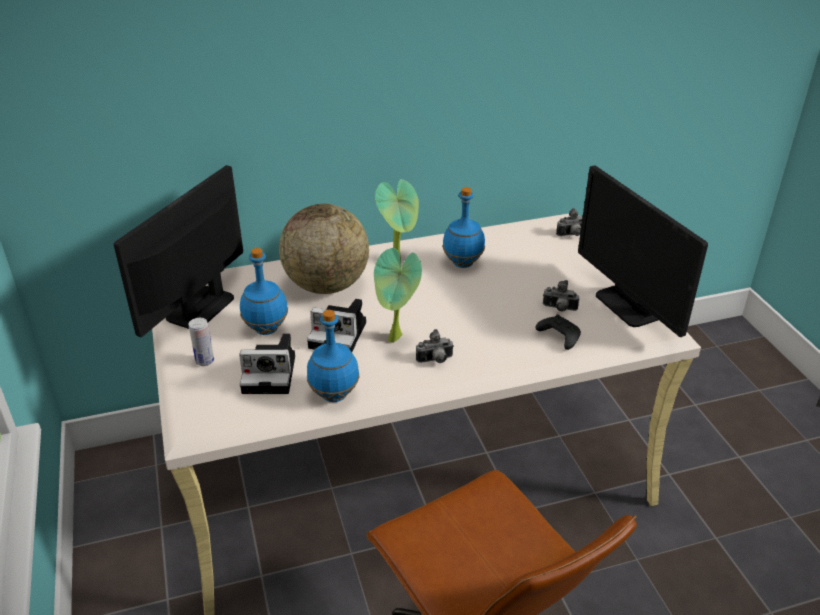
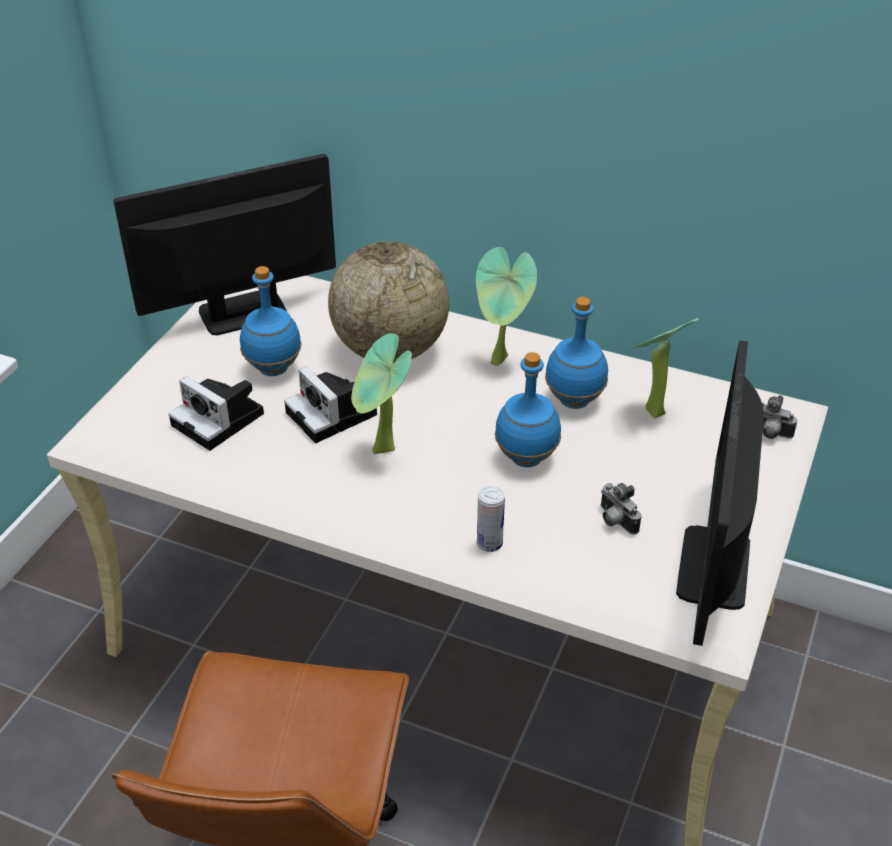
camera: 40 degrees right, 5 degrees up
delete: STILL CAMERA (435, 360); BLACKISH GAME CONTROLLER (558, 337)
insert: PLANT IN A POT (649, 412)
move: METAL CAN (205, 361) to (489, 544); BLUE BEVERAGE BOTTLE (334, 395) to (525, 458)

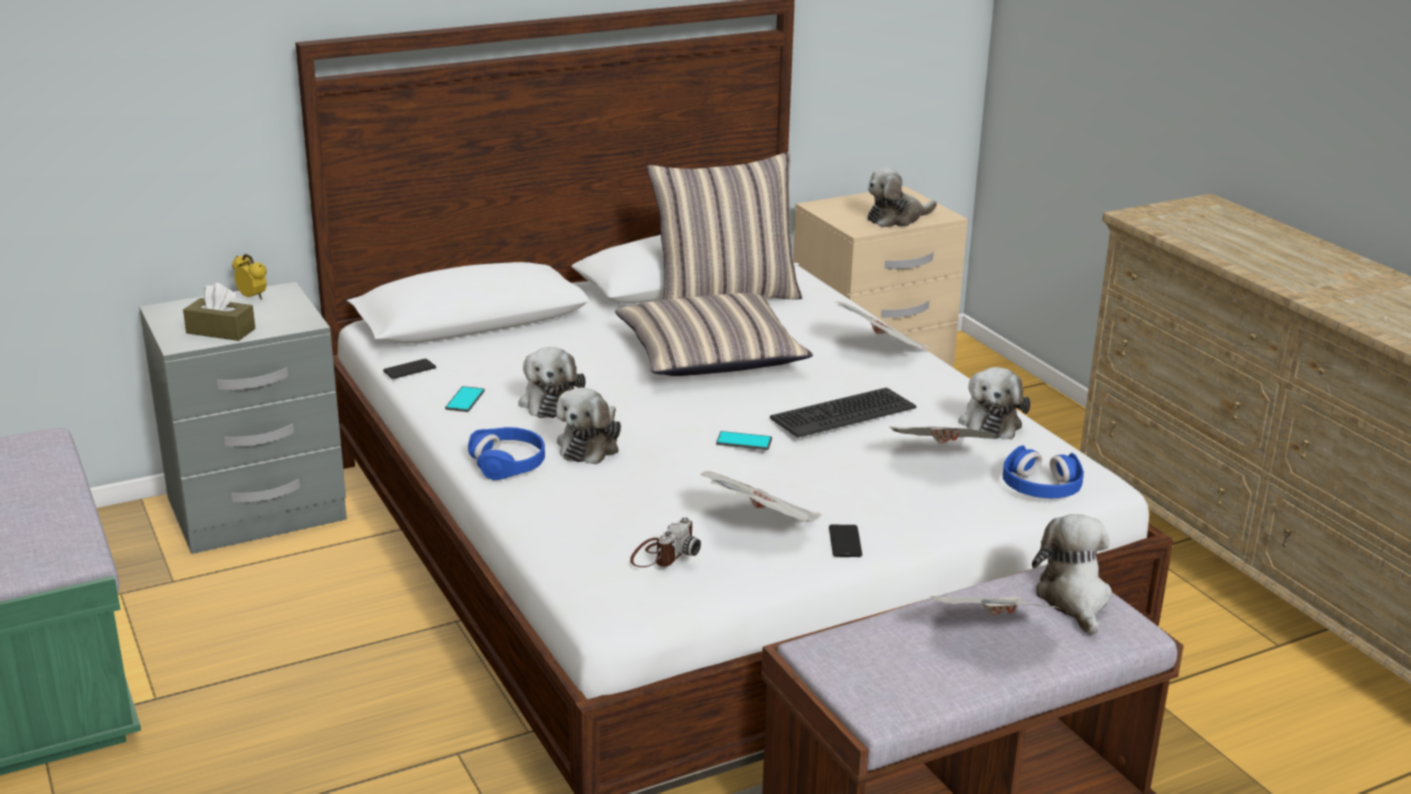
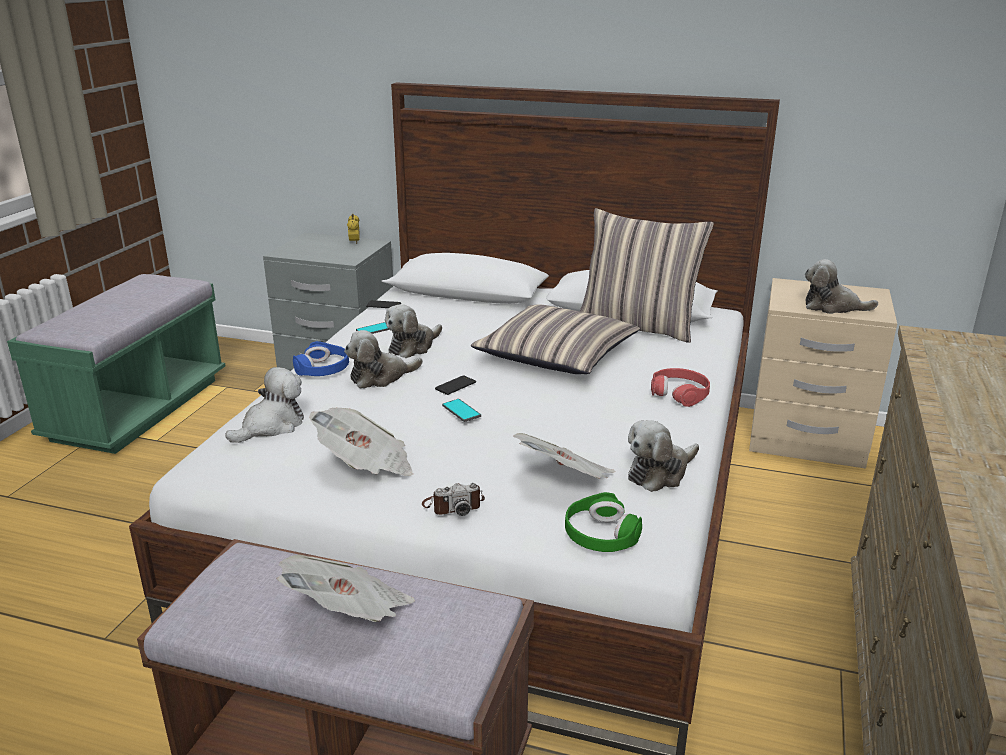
camera: 45 degrees right, 0 degrees up
delete: BROWN-COLOURED TISSUE HOLDER (221, 331); KEYBOARD (842, 413)
move: STILL CAMERA (663, 554) to (453, 505); TELEPHONE (845, 541) to (455, 386); SOFT TOY (1074, 599) to (272, 426)
replace: NEWSPAPER (882, 350) to REDDISH HEADPHONES (679, 393)
recolor: BLUE HEADPHONES (1041, 486) to GREEN-COLOURED HEADPHONES (600, 535)

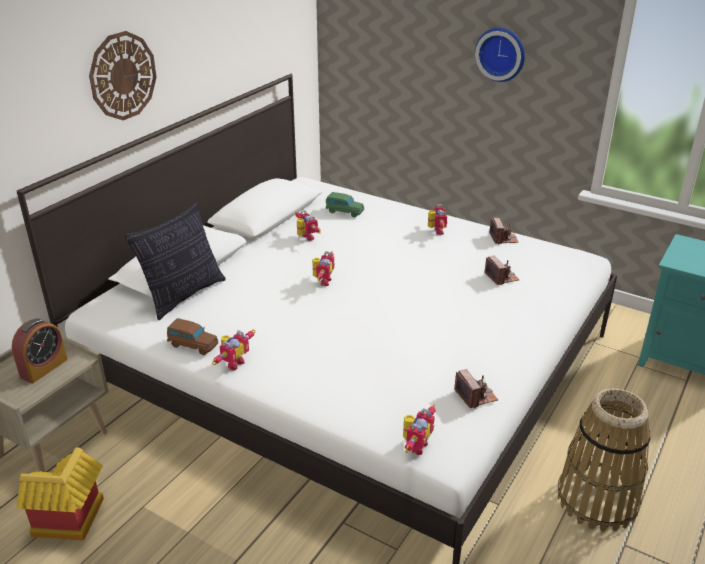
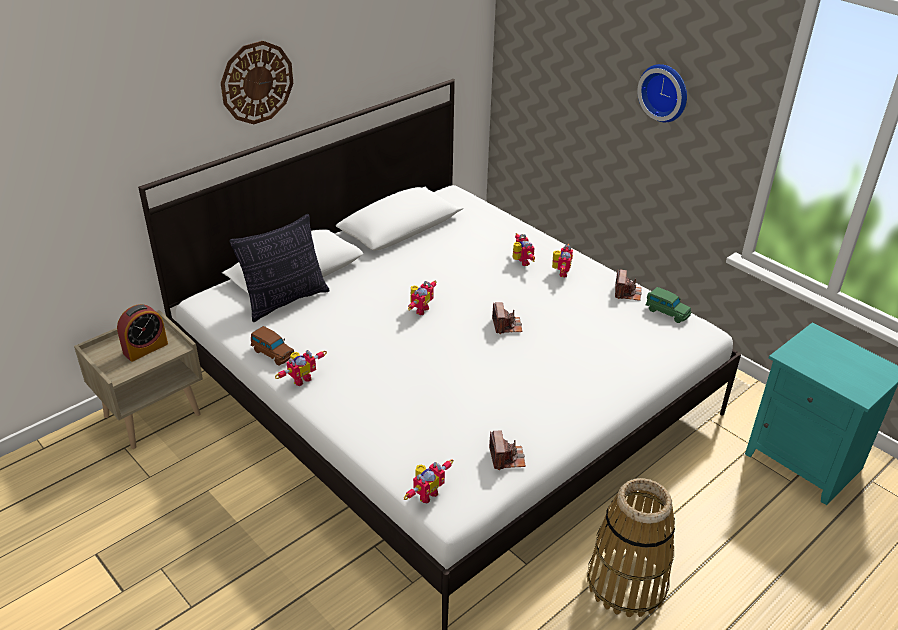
camera: 15 degrees right, 5 degrees up
delete: MODEL HOUSE (70, 523)
move: MODEL ROBOT (305, 238) to (521, 262); GREEN-COLOURED TOY CAR (344, 212) to (666, 312); STILL CAMERA (501, 277) to (506, 326)

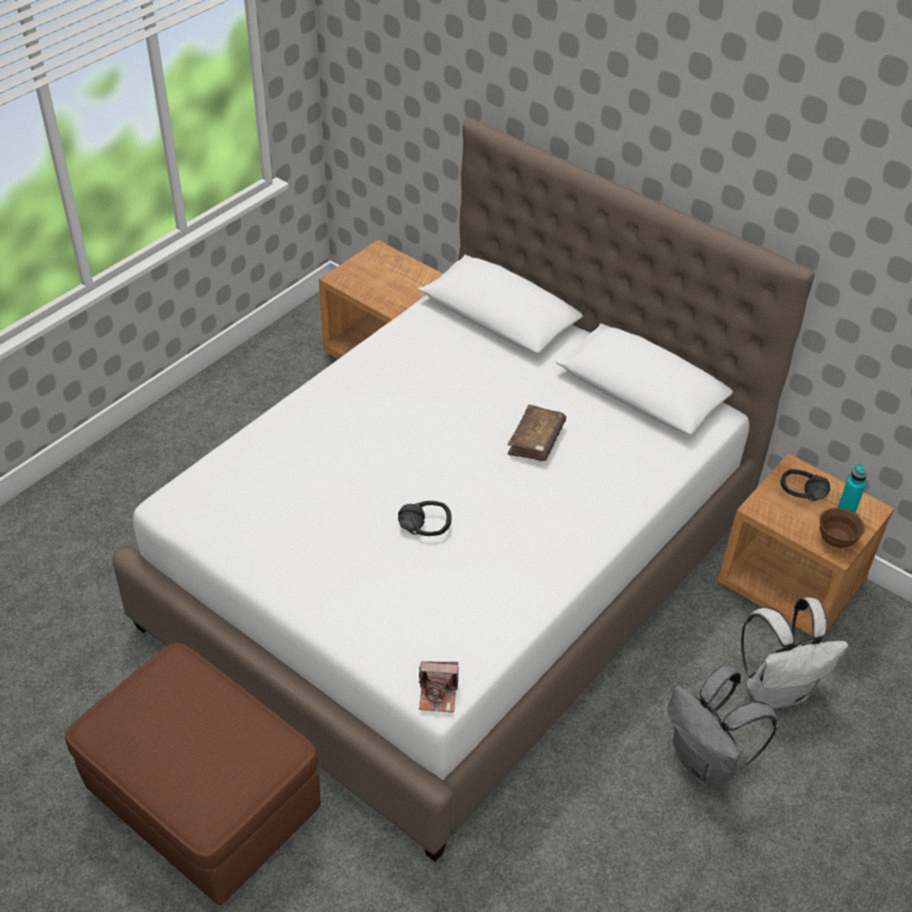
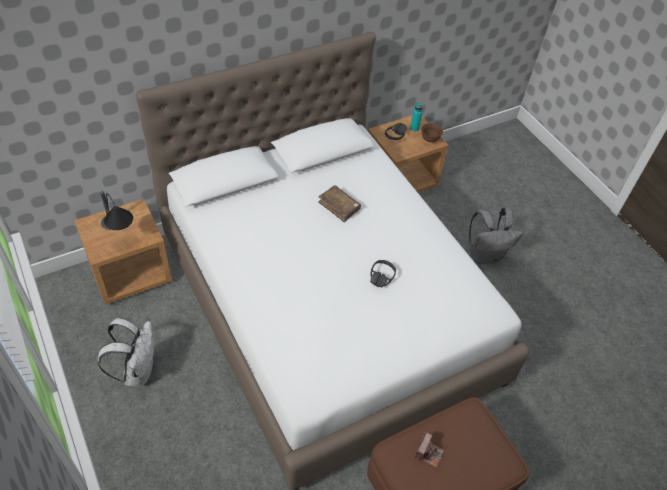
camera: 70 degrees left, 5 degrees up
insert: LAMP FOR A TABLE (119, 234)
move: STILL CAMERA (438, 694) to (428, 453); WHITE BACKPACK (778, 689) to (138, 371)

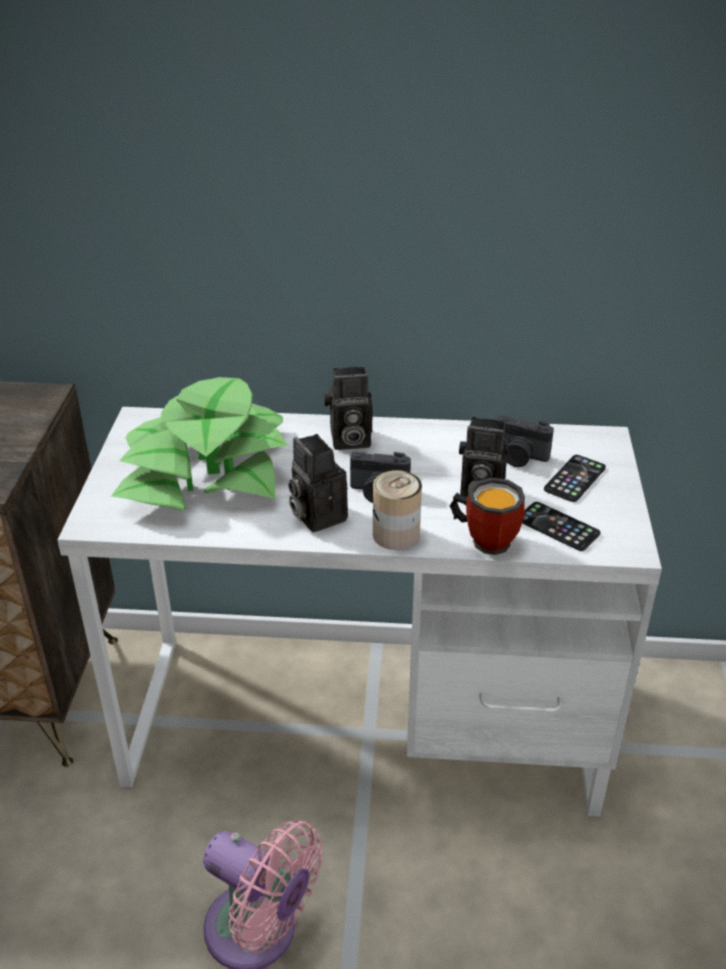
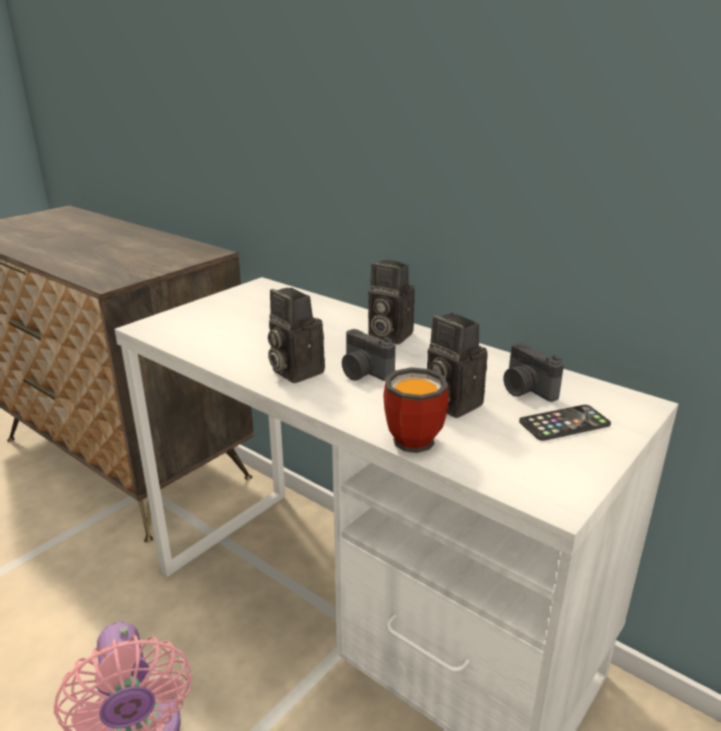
camera: 35 degrees right, 10 degrees down
delete: PLANT IN A POT (205, 470); METAL CAN (396, 535); TELEPHONE (558, 527)
rotate: STILL CAMERA (316, 515) = (293, 371) 45 degrees counterclockwise

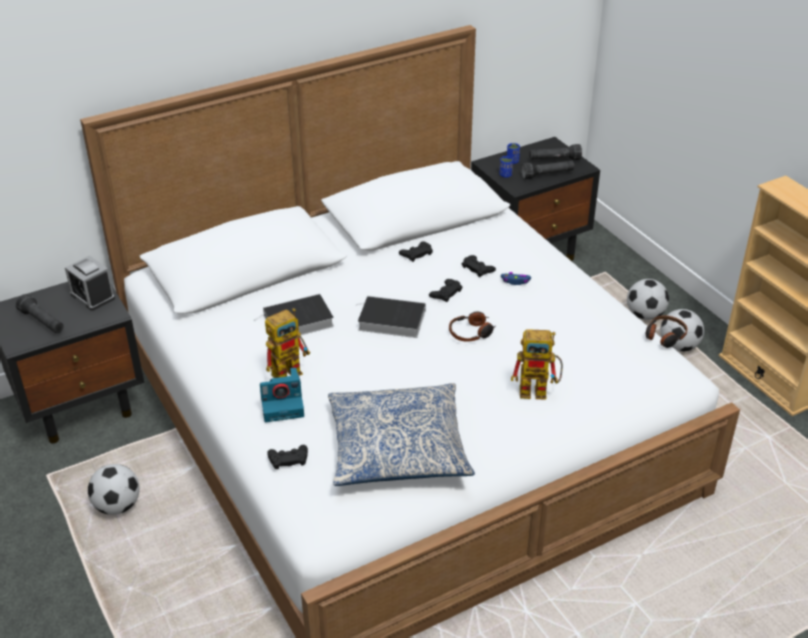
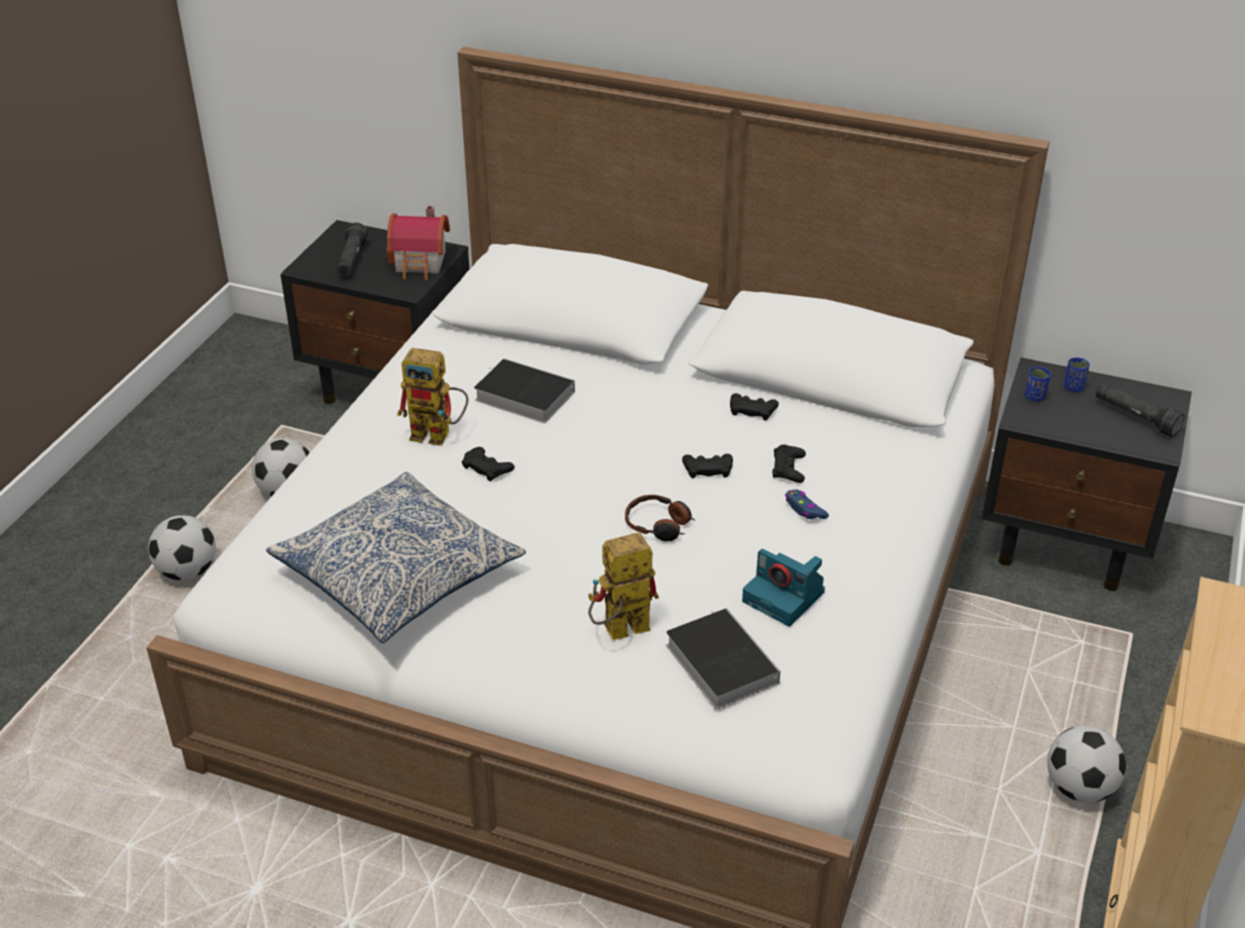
camera: 50 degrees right, 0 degrees up
delete: BLACKISH FLASHLIGHT (547, 175); HEADPHONES (664, 336)
move: STILL CAMERA (283, 404) to (785, 597); BLACKISH GAME CONTROLLER (288, 459) to (487, 468); BOUND BOOK (389, 320) to (718, 662); BALL FOR FOOTBALL (645, 315) to (187, 571)
replace: BEDSIDE CLOCK (92, 296) to MODEL HOUSE (422, 263)
rotate: MODEL ROBOT (539, 390) = (618, 632) 105 degrees clockwise

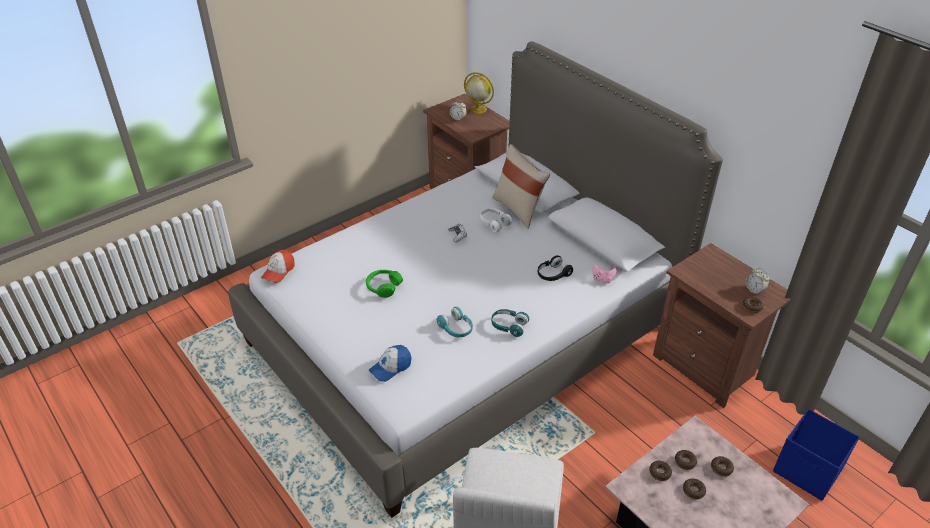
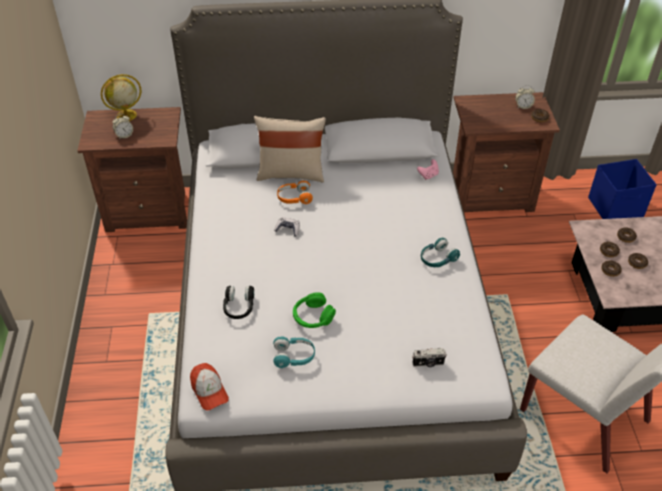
camera: 55 degrees left, 5 degrees up
move: BLUE-GREEN HEADPHONES (456, 328) to (294, 356); BLACKISH HEADPHONES (553, 274) to (239, 307)
replace: BASEBALL CAP (390, 367) to STILL CAMERA (428, 364)
recolor: WHITE HEADPHONES (494, 223) to ORANGE-COLOURED HEADPHONES (294, 198)

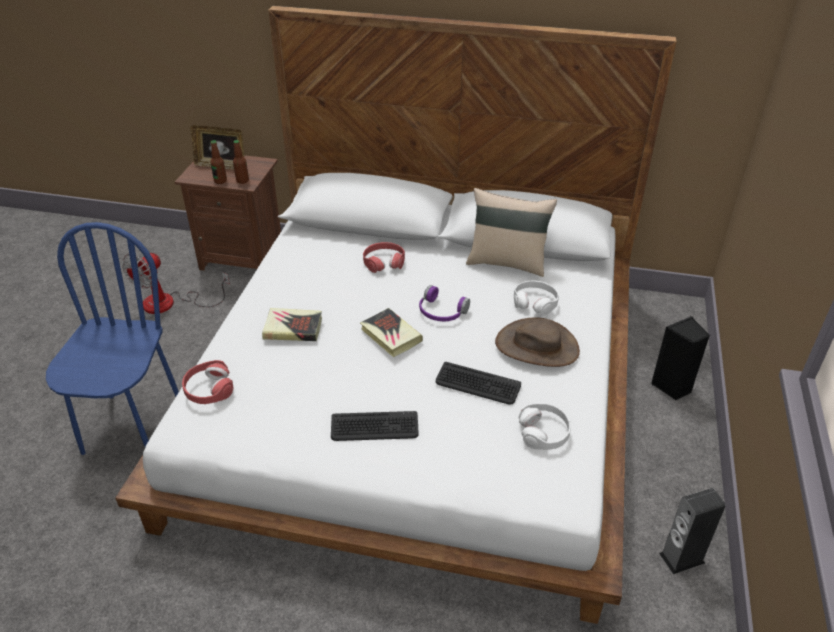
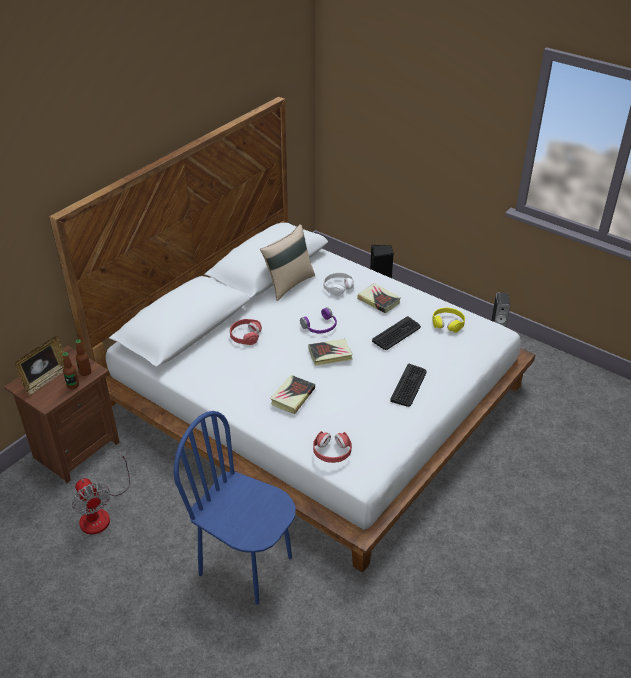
camera: 65 degrees left, 0 degrees up
replace: BROWN-COLOURED HAT (537, 346) to BOUND BOOK (378, 300)
recolor: WHITE HEADPHONES (544, 432) to YELLOW HEADPHONES (448, 323)

